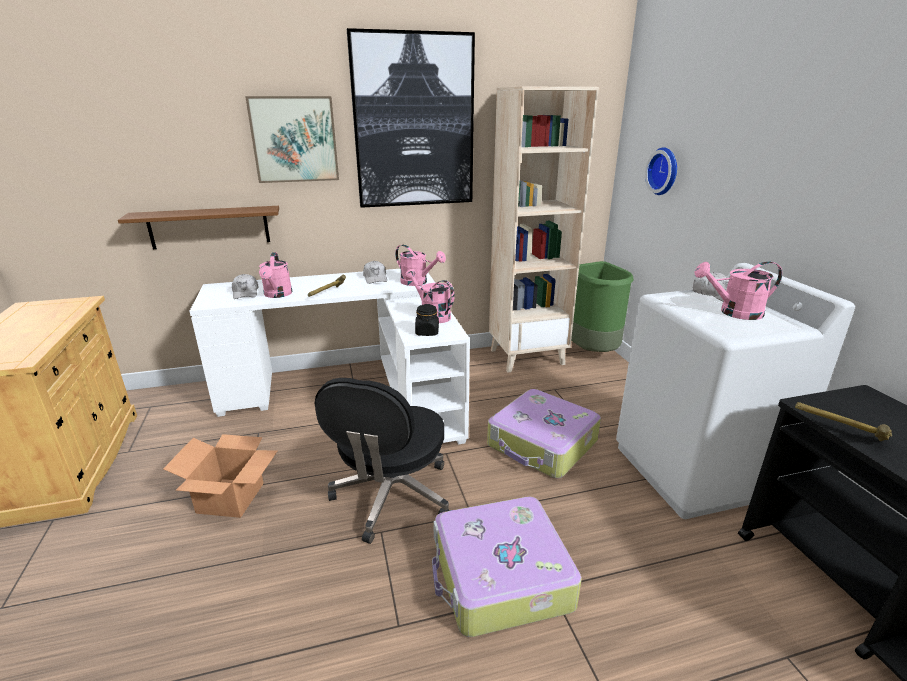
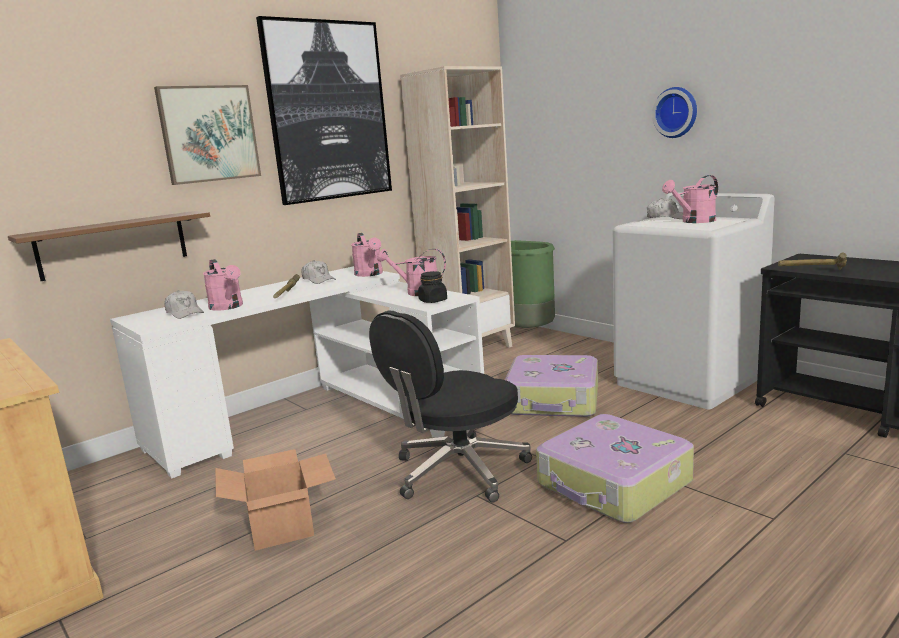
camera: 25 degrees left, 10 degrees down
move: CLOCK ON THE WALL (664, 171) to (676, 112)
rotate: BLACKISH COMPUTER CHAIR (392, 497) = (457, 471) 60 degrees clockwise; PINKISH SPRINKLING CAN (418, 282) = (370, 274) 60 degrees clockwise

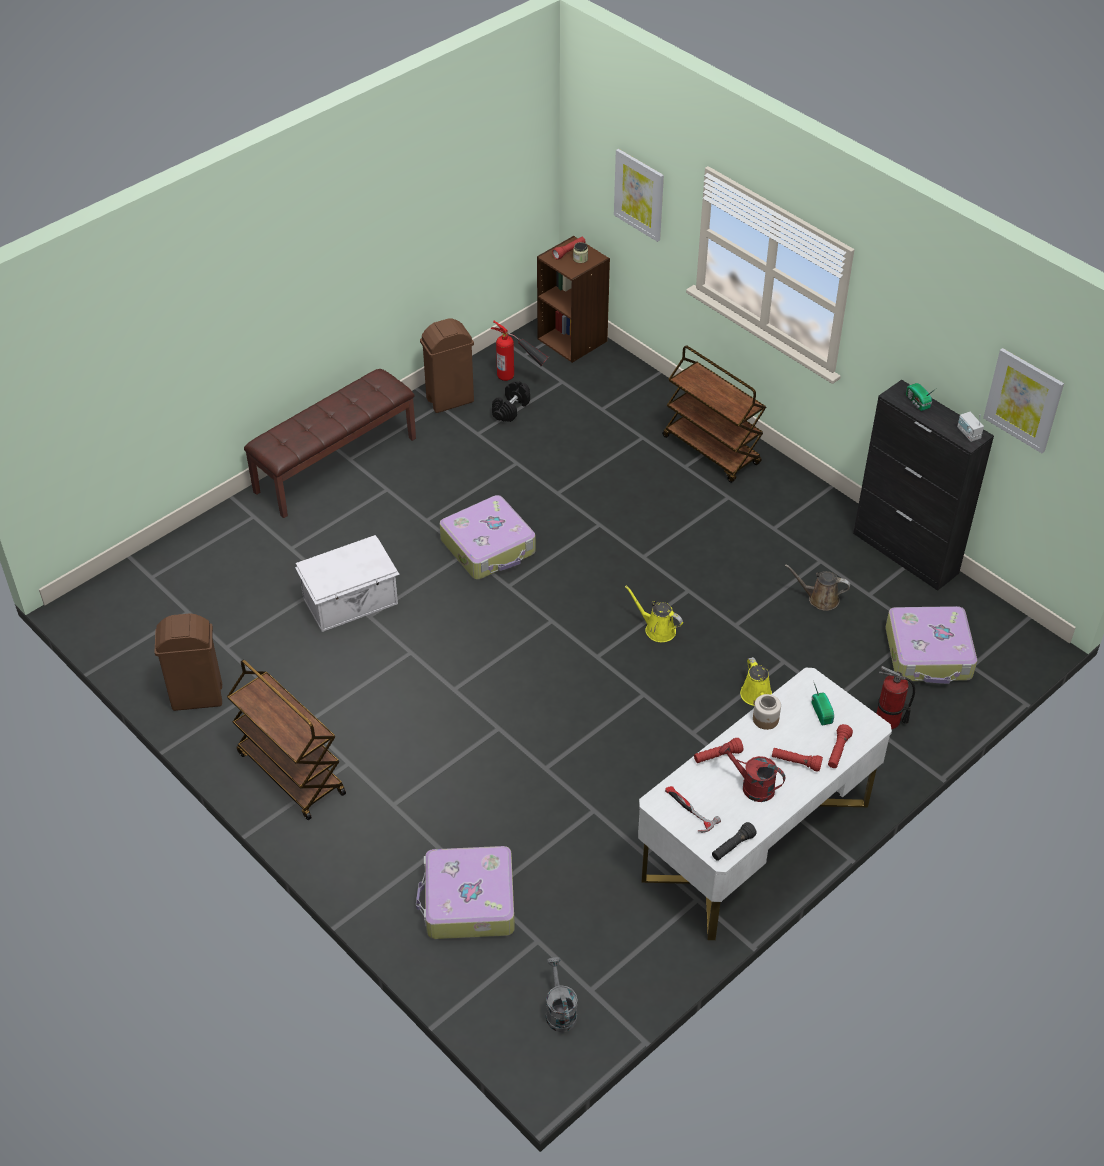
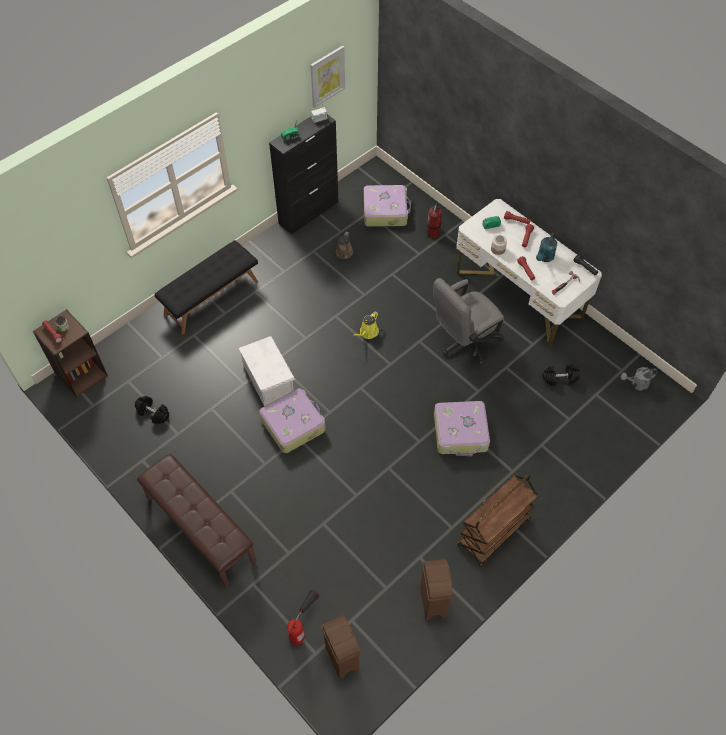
camera: 90 degrees left, 10 degrees up
delete: WALL PICTURE (639, 194); YELLOW SPRINKLING CAN (757, 696)
insert: GREYISH COMPUTER CHAIR (464, 342); BLACKISH FREE WEIGHT (559, 379)
move: WHITE STORAGE CONTAINER (351, 602) to (269, 379); PIECE OF LUGGAGE (468, 902) to (461, 432); BROWN-COLOURED TRASH CAN (449, 400) to (342, 658); FIRE-FIGHTING CYLINDER (520, 380) to (303, 625)
replace: BROWN-COLOURED CART (712, 450) to BLACKISH INDOOR BENCH (211, 298)
recolor: REDDISH SPRINKLING CAN (752, 786) to BLUE-GREEN SPRINKLING CAN (544, 258)

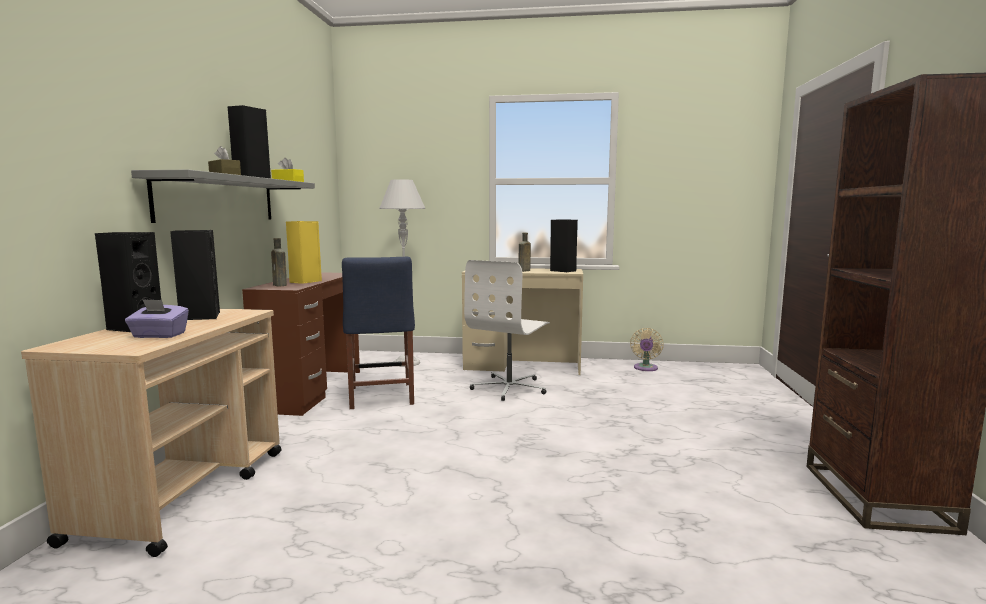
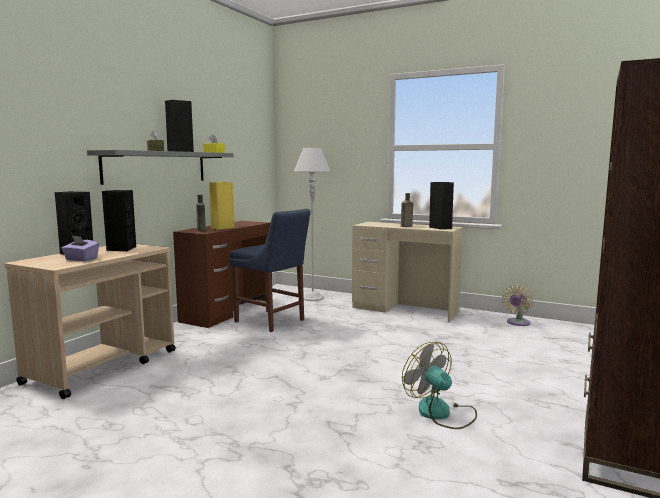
camera: 20 degrees right, 0 degrees up
delete: WHITE COMPUTER CHAIR (510, 388)
insert: ELECTRIC FAN (441, 413)
rotate: BLUE UPRIGHT CHAIR (381, 397) = (272, 321) 60 degrees counterclockwise

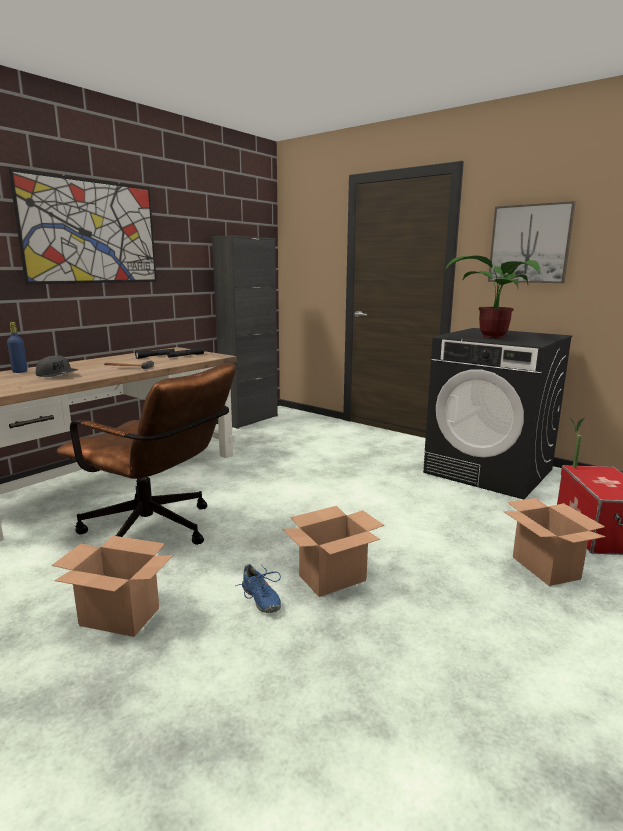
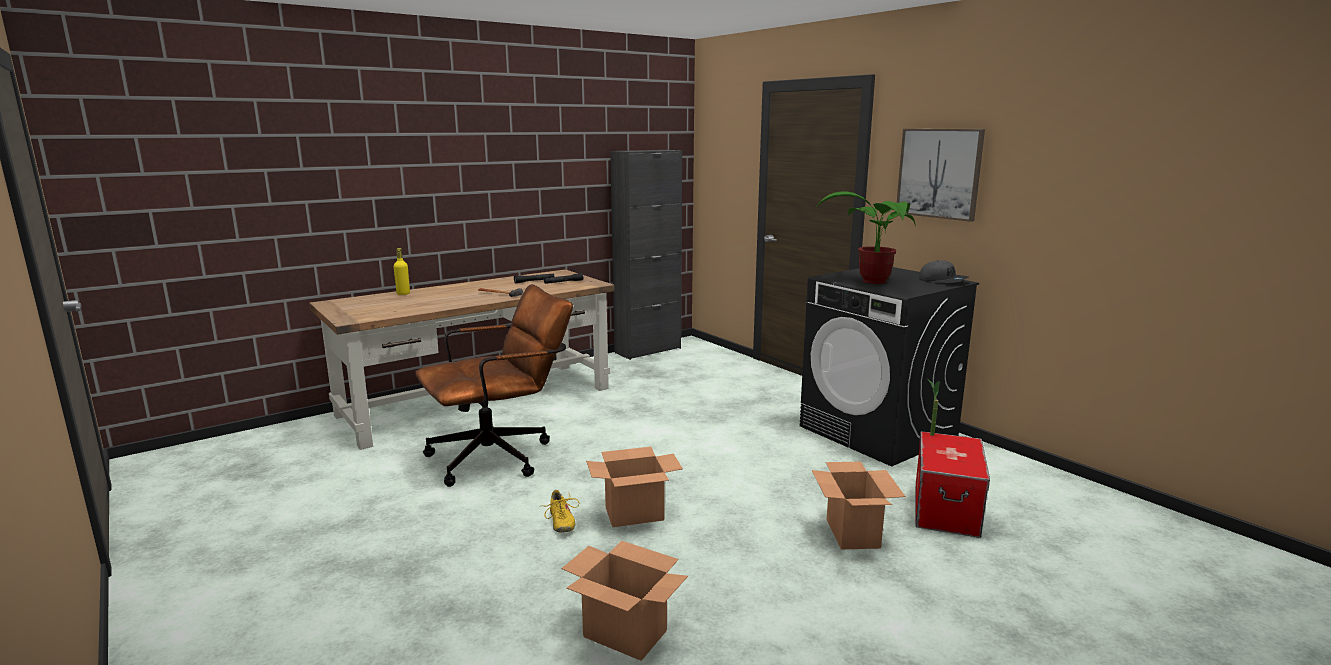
camera: 15 degrees right, 0 degrees up
delete: WALL PICTURE (91, 232)
move: GREYISH BASEBALL CAP (57, 375) to (942, 280); CARDBOARD BOX (119, 617) to (624, 634)
recolor: BLUE BEVERAGE BOTTLE (20, 371) to YELLOW BEVERAGE BOTTLE (403, 293); BLUE LOW SHOE (260, 599) to YELLOW LOW SHOE (560, 522)
rotate: BROWN-COLOURED COMPUTER CHAIR (157, 532) = (501, 455) 75 degrees counterclockwise

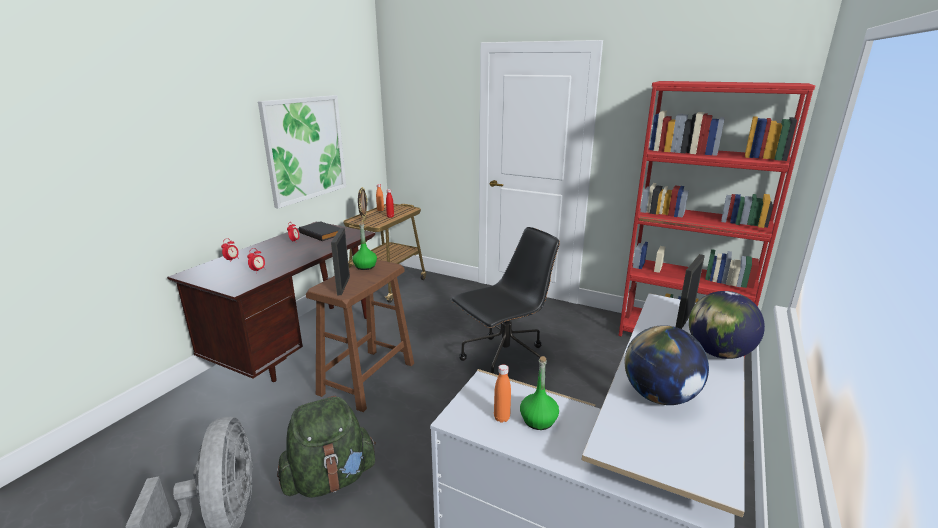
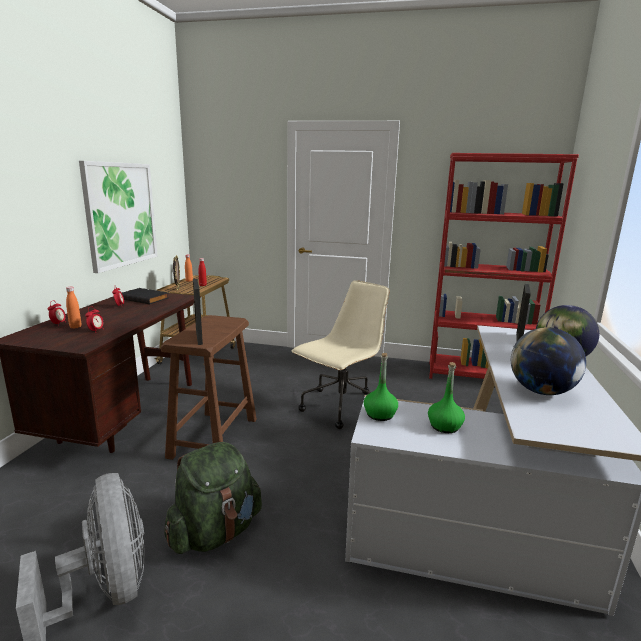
camera: 15 degrees left, 5 degrees down
move: GREEN-COLOURED BEVERAGE BOTTLE (365, 266) to (380, 414); ORANGE-COLOURED BEVERAGE BOTTLE (501, 418) to (75, 327)
recolor: BLACKISH COMPUTER CHAIR (504, 361) to SAND-COLOURED COMPUTER CHAIR (341, 408)

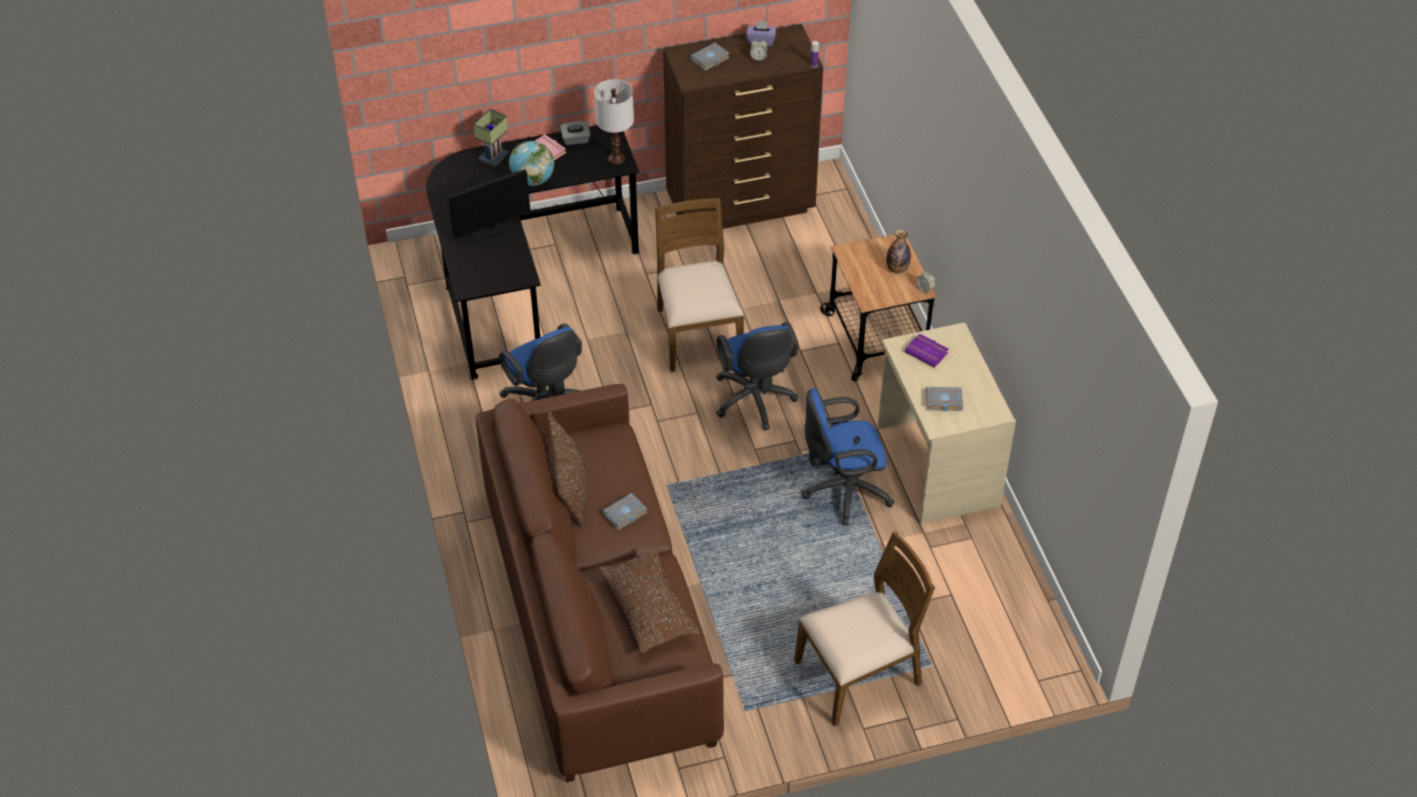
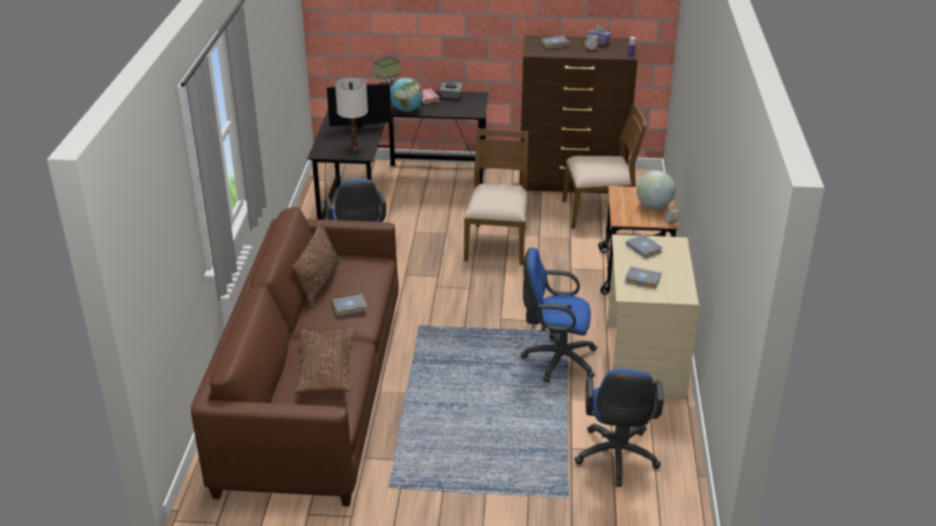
camera: 20 degrees right, 15 degrees down
move: WHITE LAMP FOR A TABLE (616, 159) to (354, 148); BLUE COMPUTER CHAIR (755, 402) to (616, 459); BROWN-COLOURED UPRIGHT CHAIR (859, 674) to (600, 212)
replace: BEVERAGE BOTTLE (897, 268) to DESK GLOBE (654, 206)
recolor: PURPLE-COLOURED BOUND BOOK (927, 352) to GREYISH BOUND BOOK (645, 249)

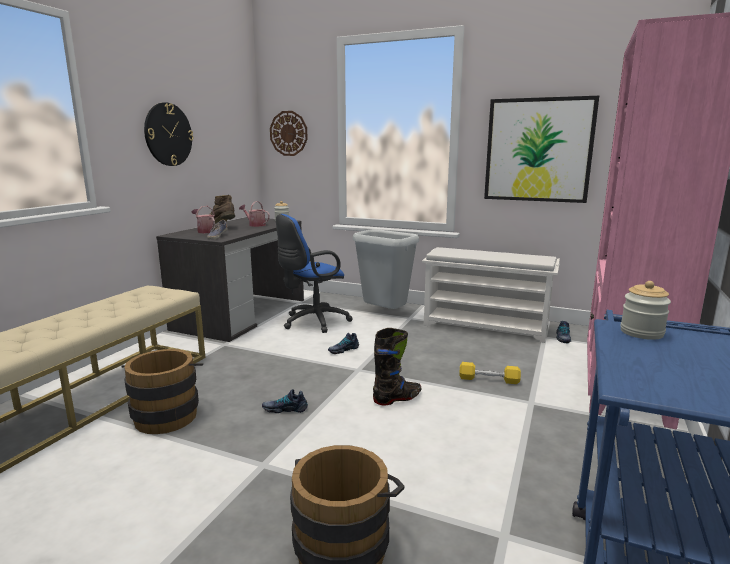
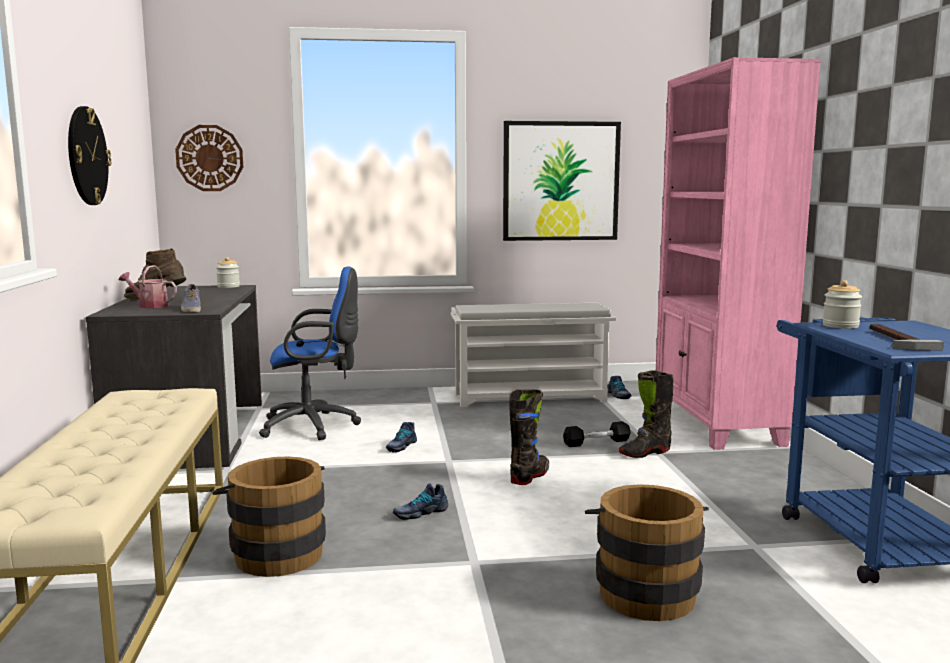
camera: 30 degrees left, 5 degrees down
delete: SPRINKLING CAN (255, 225); GREYISH TRASH CAN (385, 314)
insert: BLACKISH HIGH-TOP BOOT (644, 453); HAMMER (892, 339)
recolor: YELLOW FREE WEIGHT (488, 379) to BLACKISH FREE WEIGHT (596, 442)
rotate: BLUE COMPUTER CHAIR (312, 322) = (314, 426) 120 degrees counterclockwise

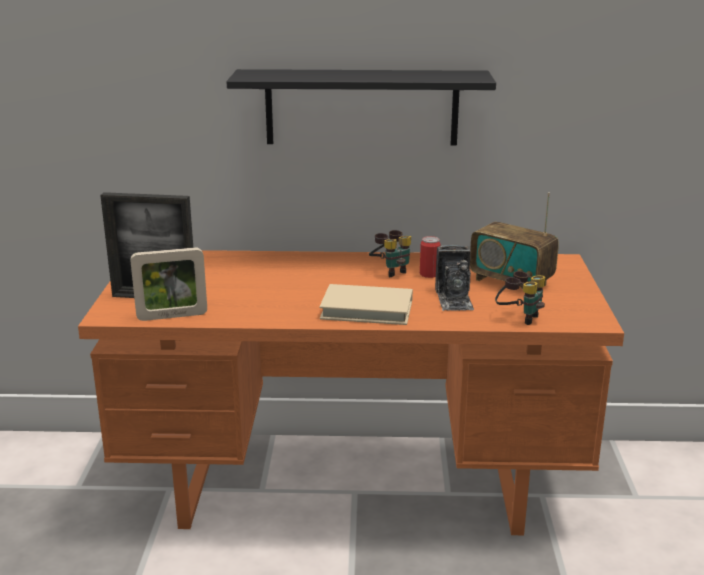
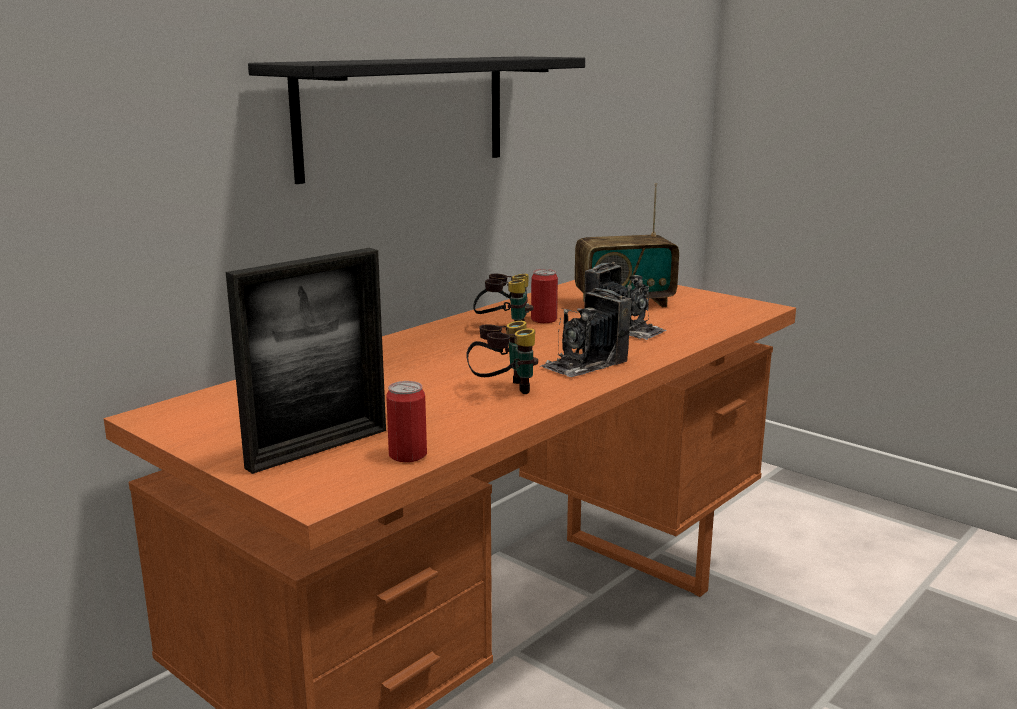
camera: 50 degrees left, 5 degrees down
move: FIELD GLASSES (519, 317) to (503, 390)
replace: STANDING FRAME (172, 316) to METAL CAN (407, 455); SAND-COLOURED BOUND BOOK (367, 309) to STILL CAMERA (585, 364)

